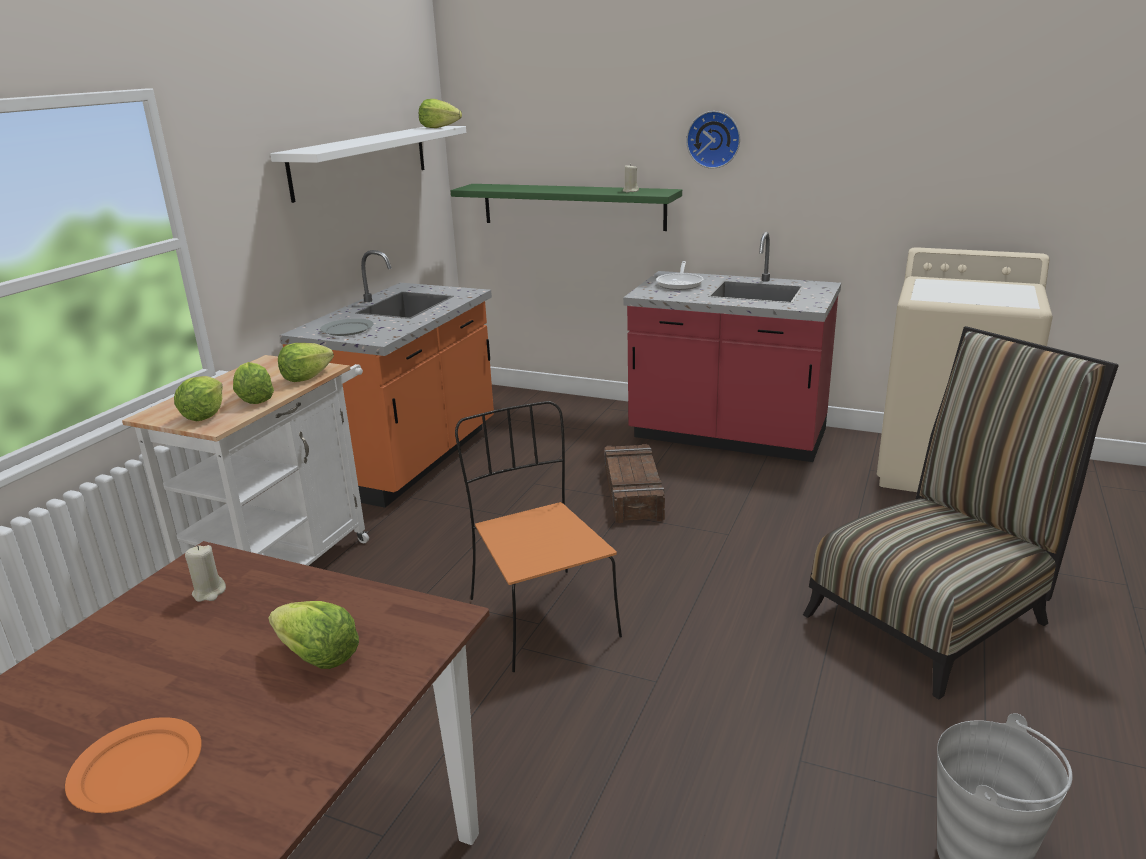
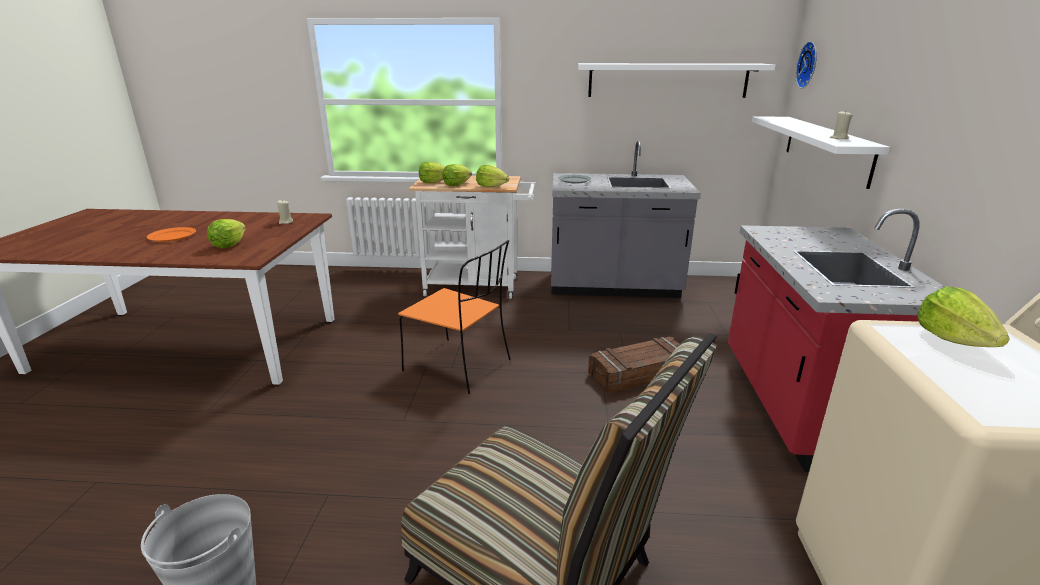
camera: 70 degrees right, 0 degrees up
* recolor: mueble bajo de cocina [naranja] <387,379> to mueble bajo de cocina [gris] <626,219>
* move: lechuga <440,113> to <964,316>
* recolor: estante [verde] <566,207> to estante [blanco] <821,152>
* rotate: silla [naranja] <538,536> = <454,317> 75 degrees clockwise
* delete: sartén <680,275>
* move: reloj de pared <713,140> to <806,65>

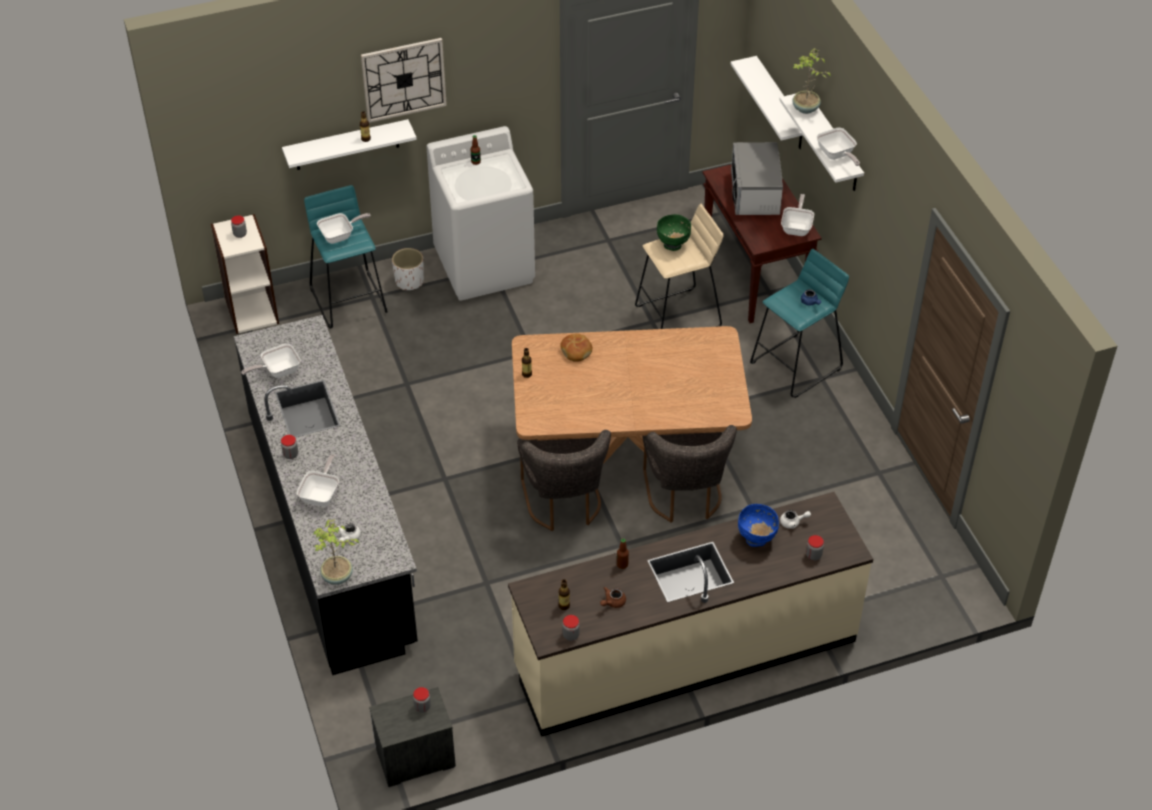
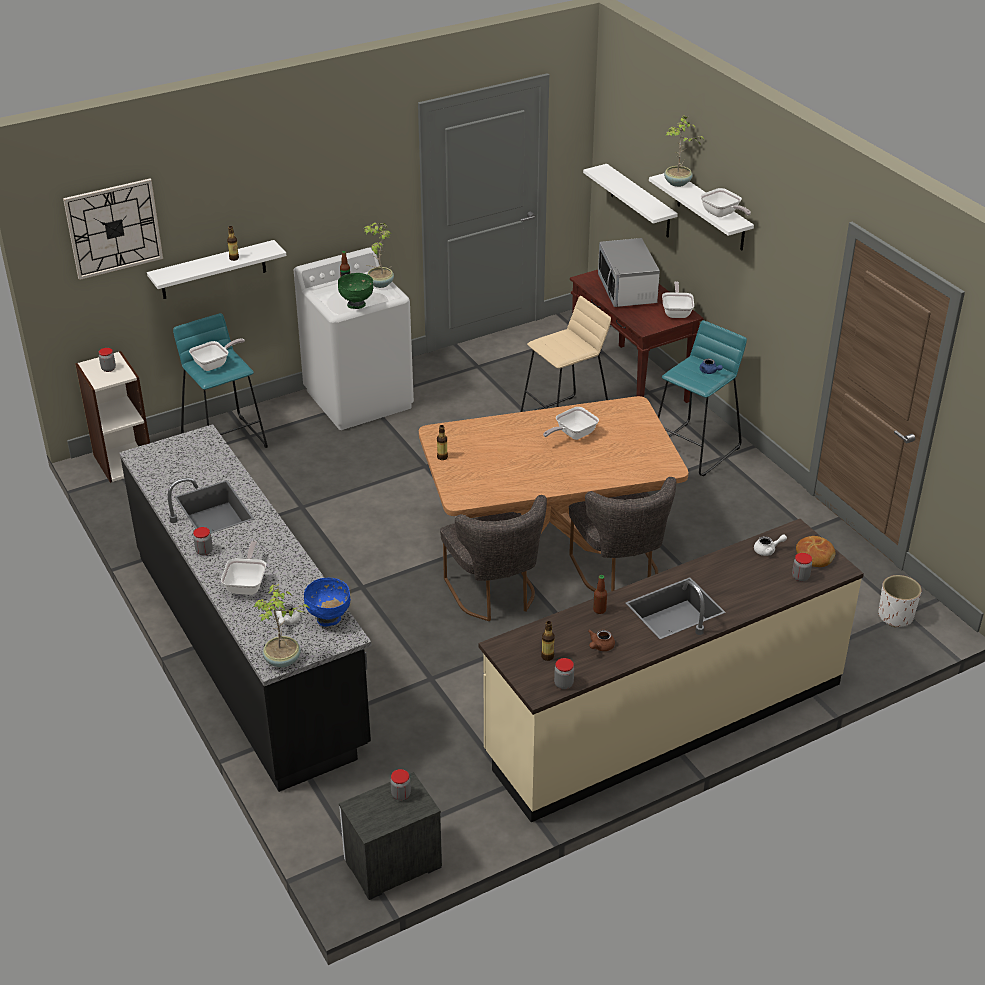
camera: 10 degrees left, 10 degrees down
* move: sartén <271,360> to <571,423>
* move: reloj de pared <404,80> to <113,229>
* move: maceta [blanco] <408,269> to <900,601>
* move: pan <576,348> to <816,551>
* move: cuenco [verde] <674,232> to <355,291>
* move: cuenco [azul] <758,525> to <327,602>
* insert: planta en maceta <379,255>

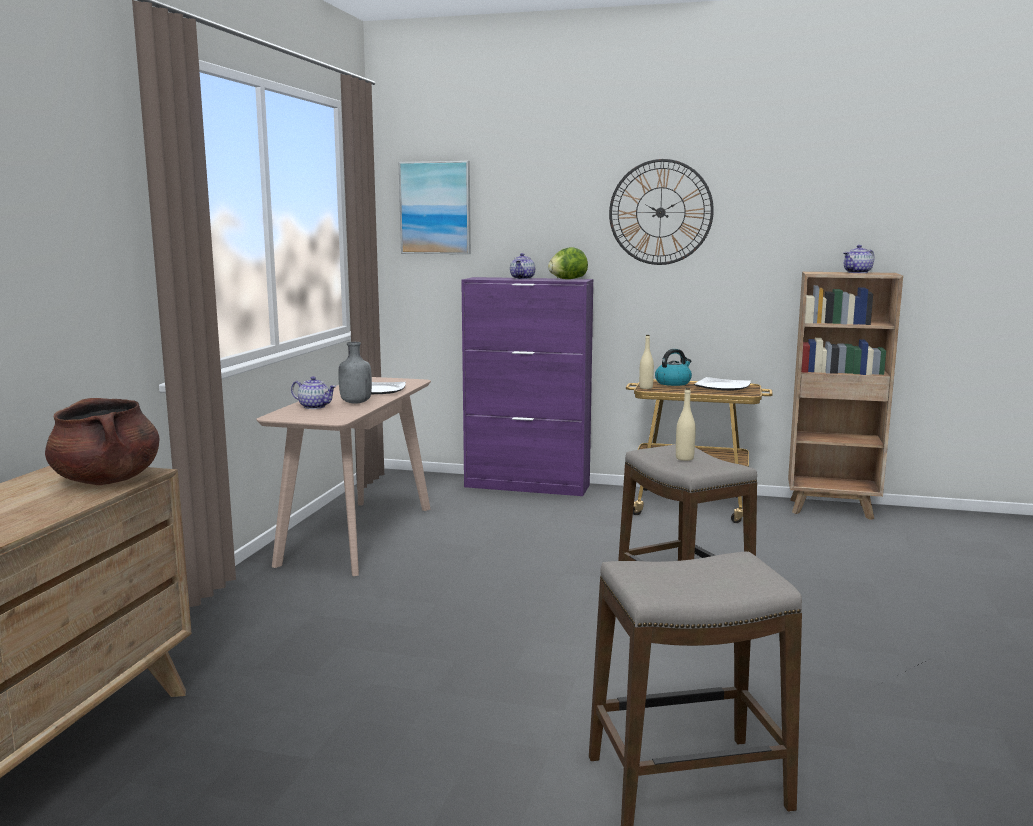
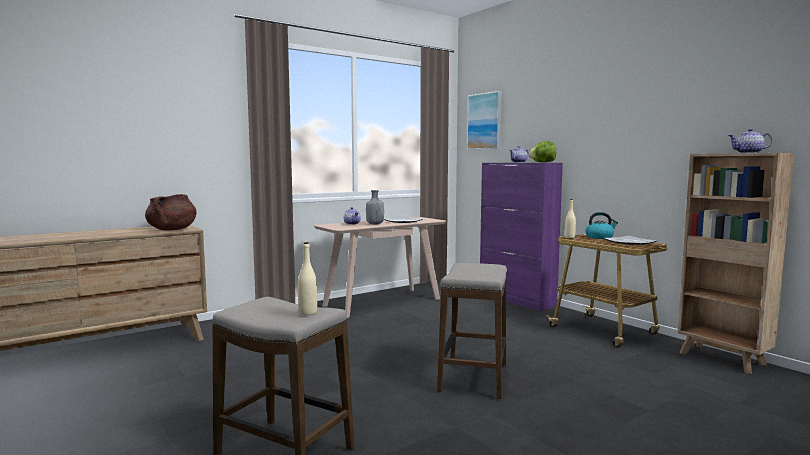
camera: 40 degrees right, 5 degrees down
* delete: reloj de pared <661,212>
* move: botella [beis] <686,424> to <307,278>

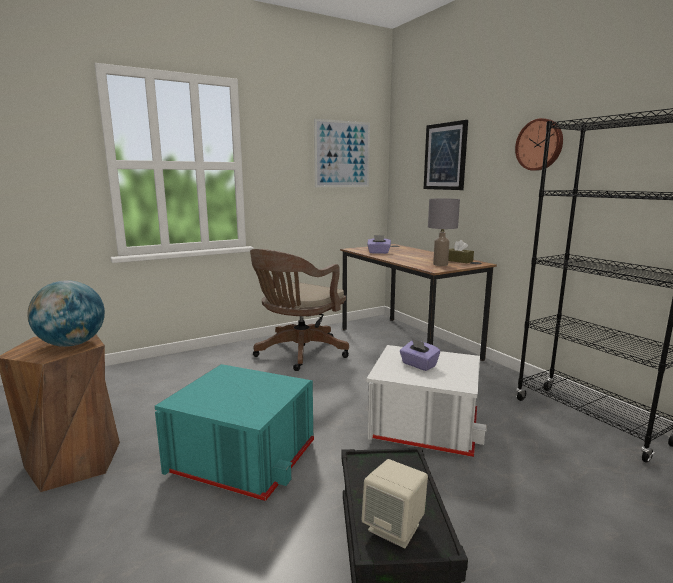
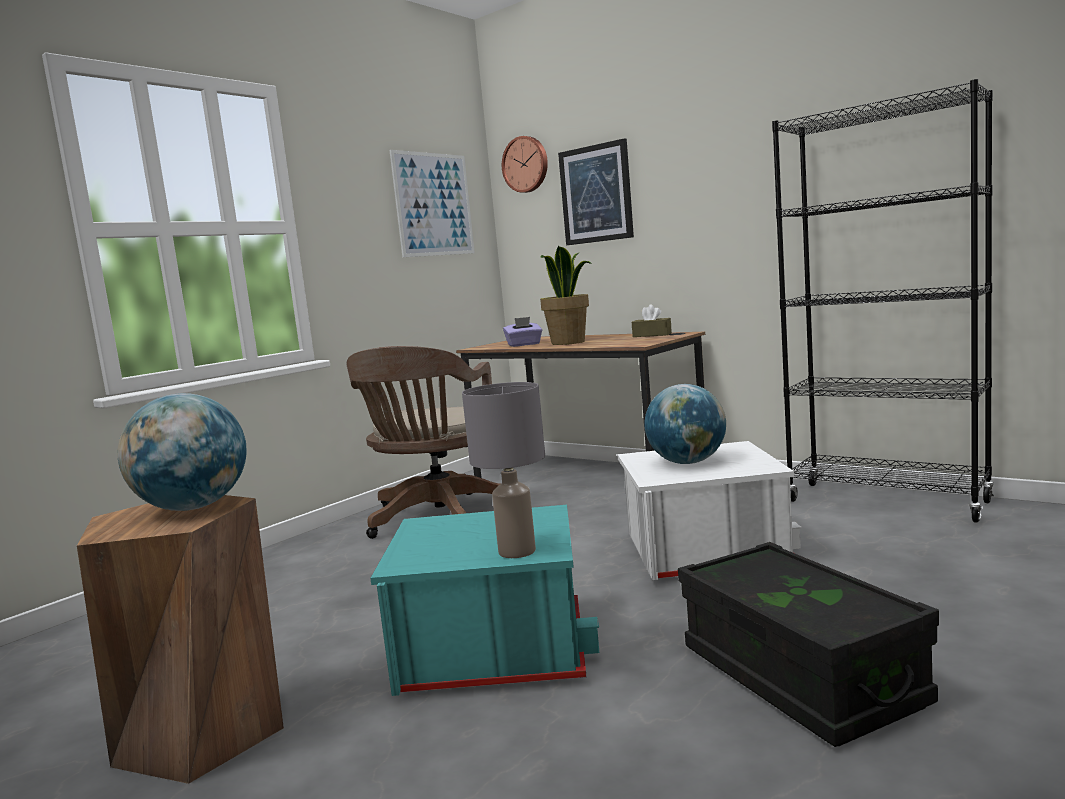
camera: 20 degrees left, 5 degrees down
* delete: altavoz [beis] <395,503>
* replace: caja de pañuelos [morado] <420,354> to globo terráqueo <685,424>
* move: lámpara de mesa [gris] <444,232> to <503,470>
* move: reloj de pared <539,144> to <525,164>
* insert: planta en maceta <566,295>

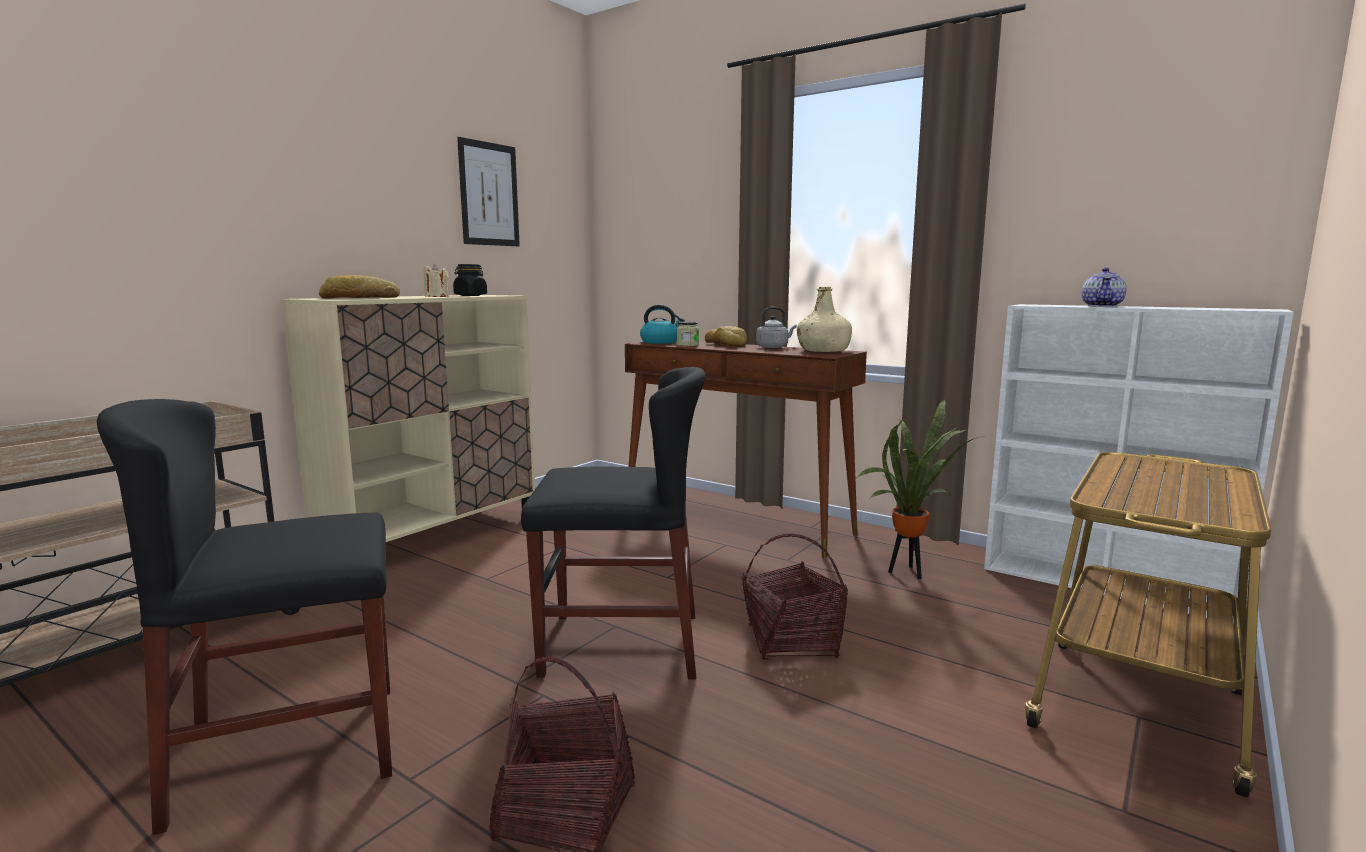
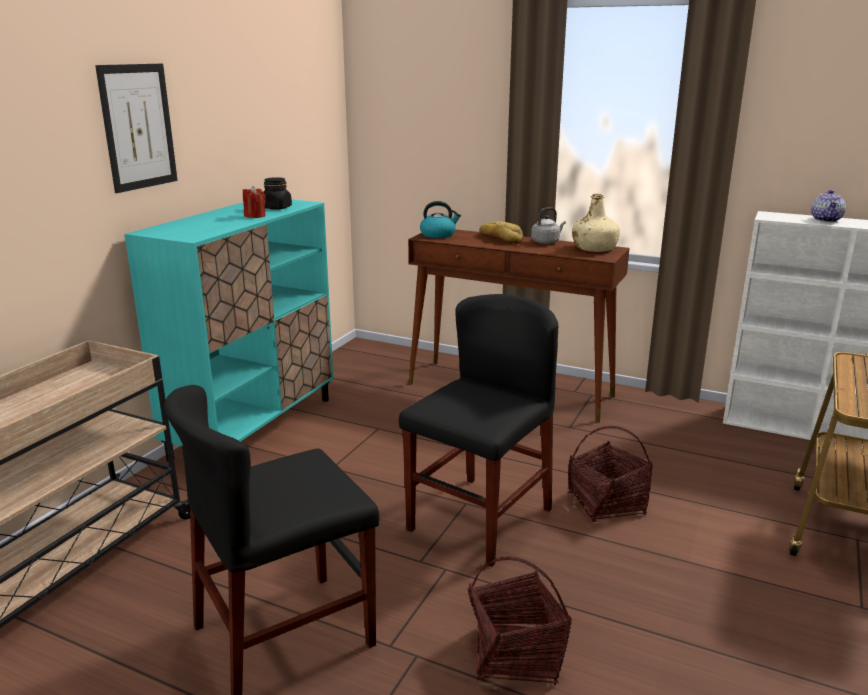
camera: 10 degrees left, 10 degrees up
* recolor: armario [beis] <408,418> to armario [turquesa] <228,331>
* delete: pan <359,287>
* recolor: vela [beis] <436,280> to vela [rojo] <254,202>
* move: cuadro <488,191> to <136,128>
* rotate: silla [negro] <613,523> = <478,430> 45 degrees counterclockwise
* delete: tarro <688,334>
* delete: planta en maceta <921,489>

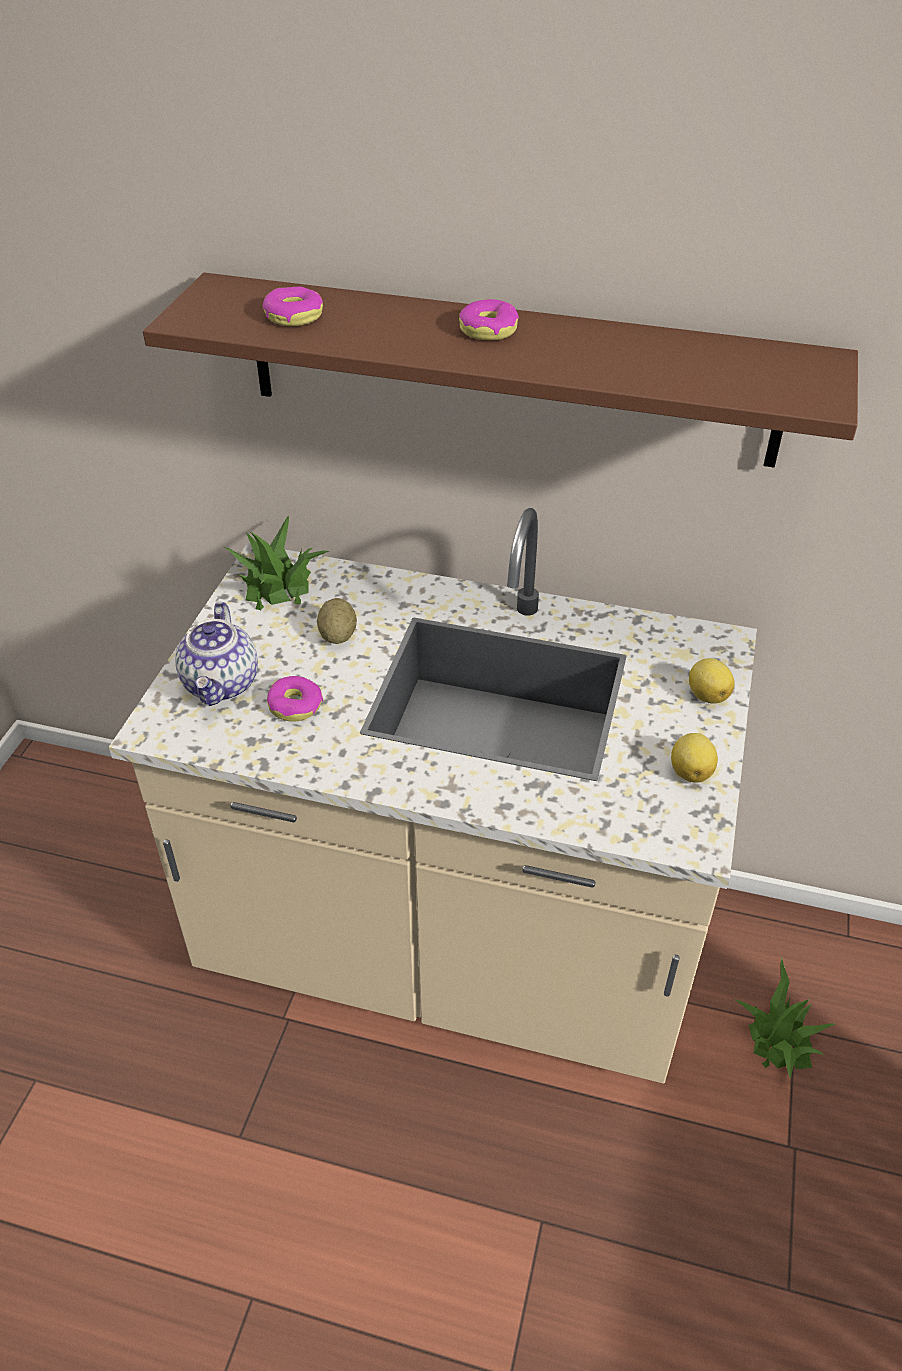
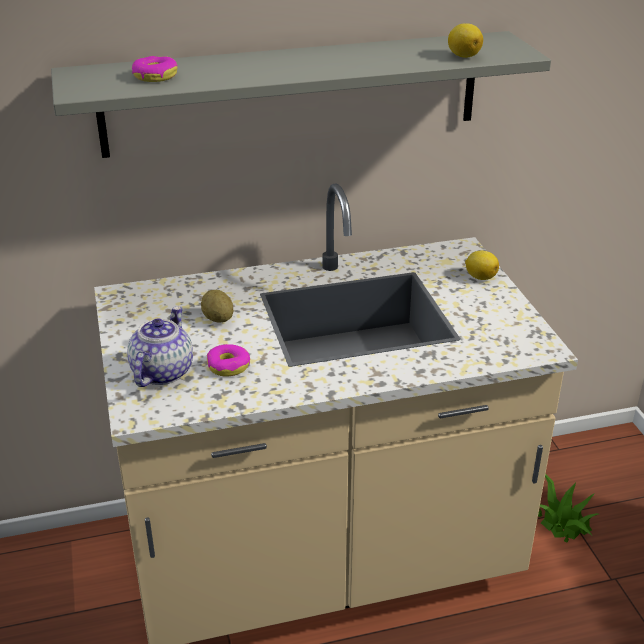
camera: 30 degrees left, 10 degrees down
* recolor: estante [marrón] <500,370> to estante [gris] <301,94>
* rotate: tetera <216,654> = <160,346> 135 degrees counterclockwise
* delete: planta en maceta <276,562>
* delete: rosquilla <489,319>
* move: limón <694,758> to <465,40>

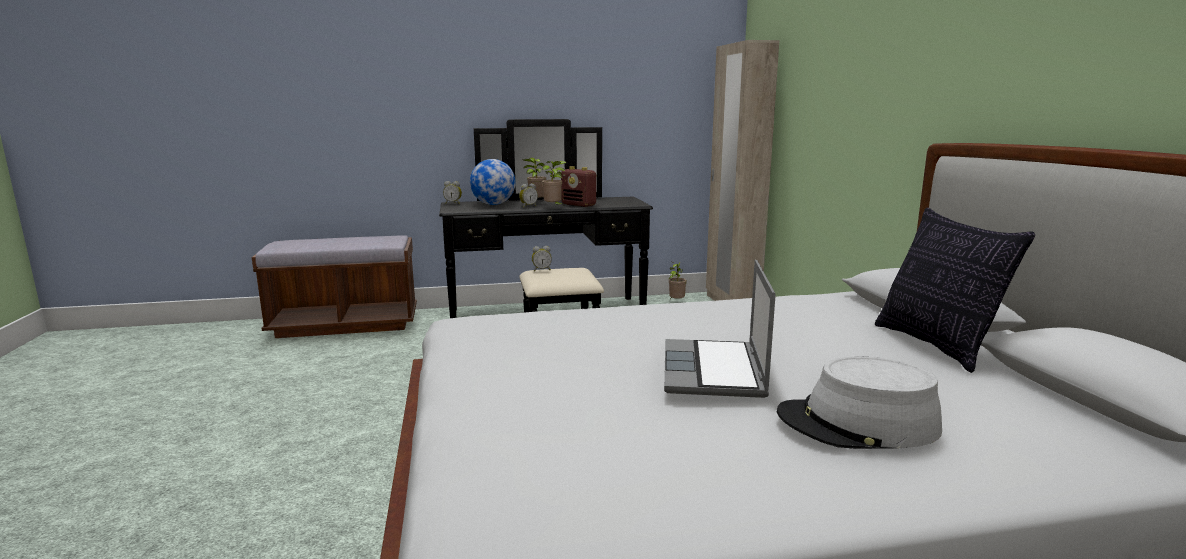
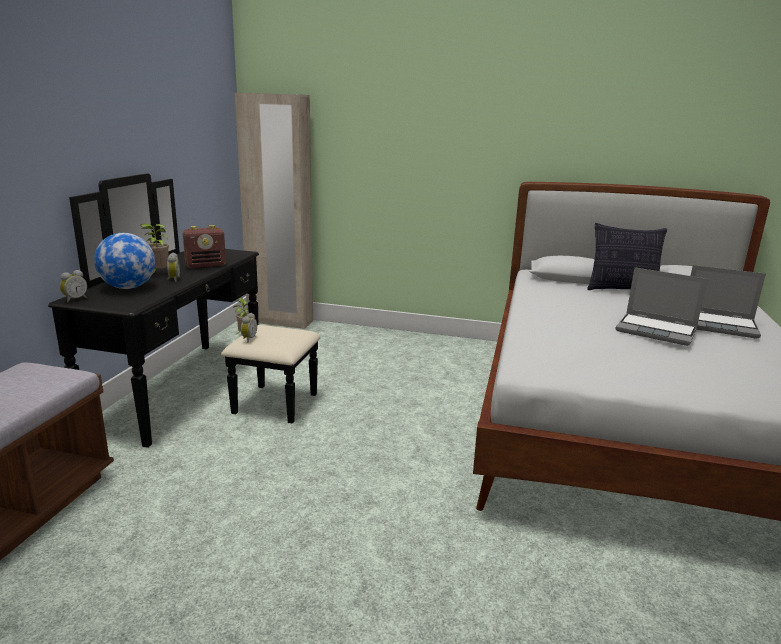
camera: 65 degrees left, 5 degrees up
* delete: planta en maceta <554,183>
* replace: sombrero [gris] <859,403> to portátil <728,302>

